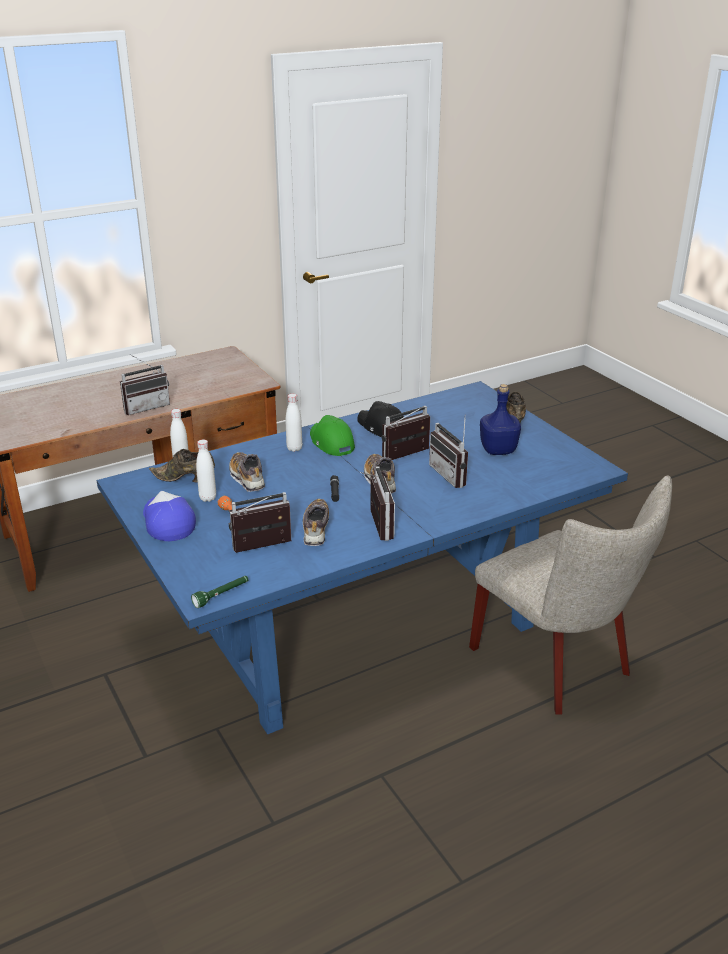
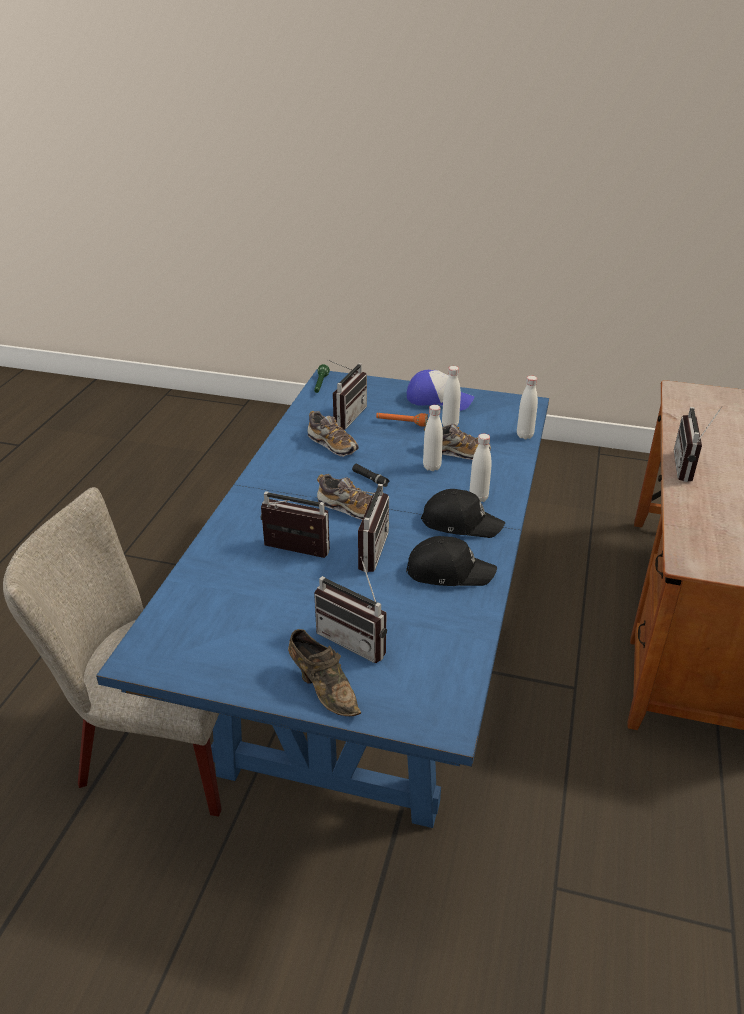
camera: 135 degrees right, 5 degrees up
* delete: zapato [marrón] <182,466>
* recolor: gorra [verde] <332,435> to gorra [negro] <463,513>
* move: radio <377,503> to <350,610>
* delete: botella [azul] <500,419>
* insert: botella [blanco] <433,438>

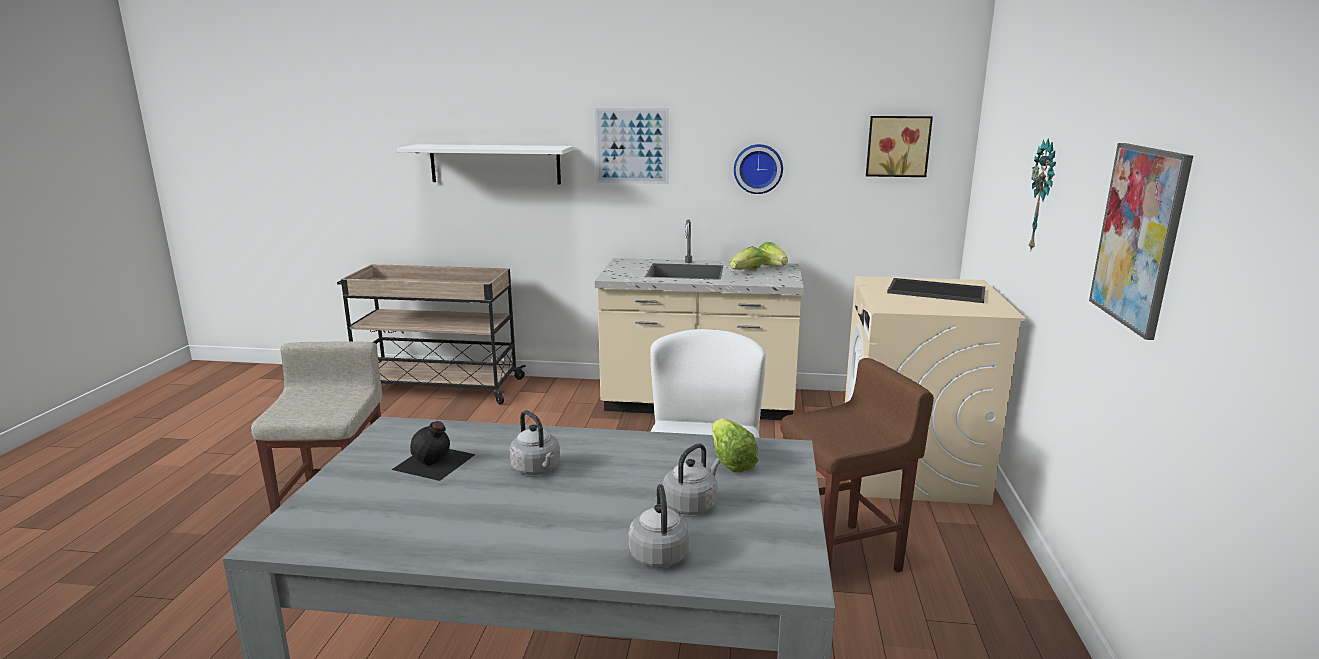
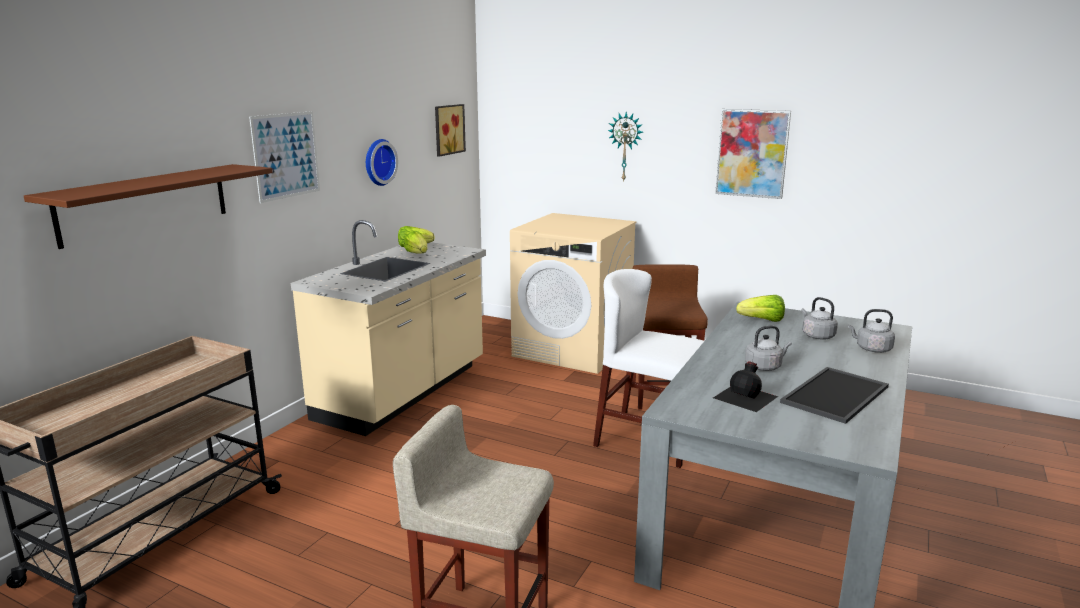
camera: 70 degrees left, 0 degrees up
* recolor: estante [blanco] <485,164> to estante [marrón] <148,206>
* move: bandeja <936,290> to <834,395>

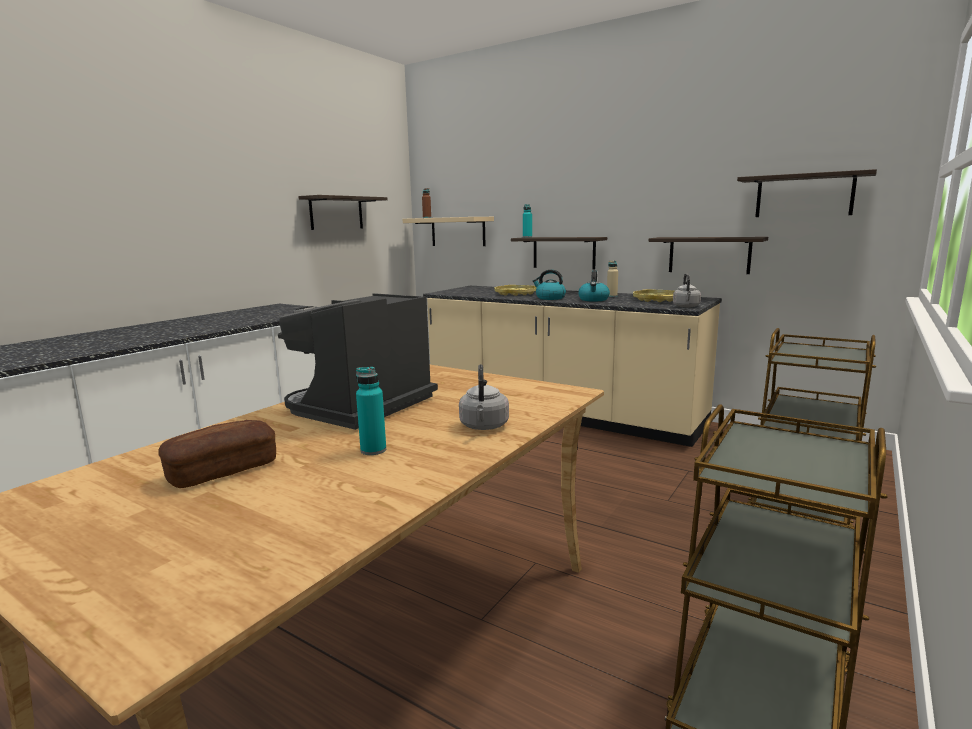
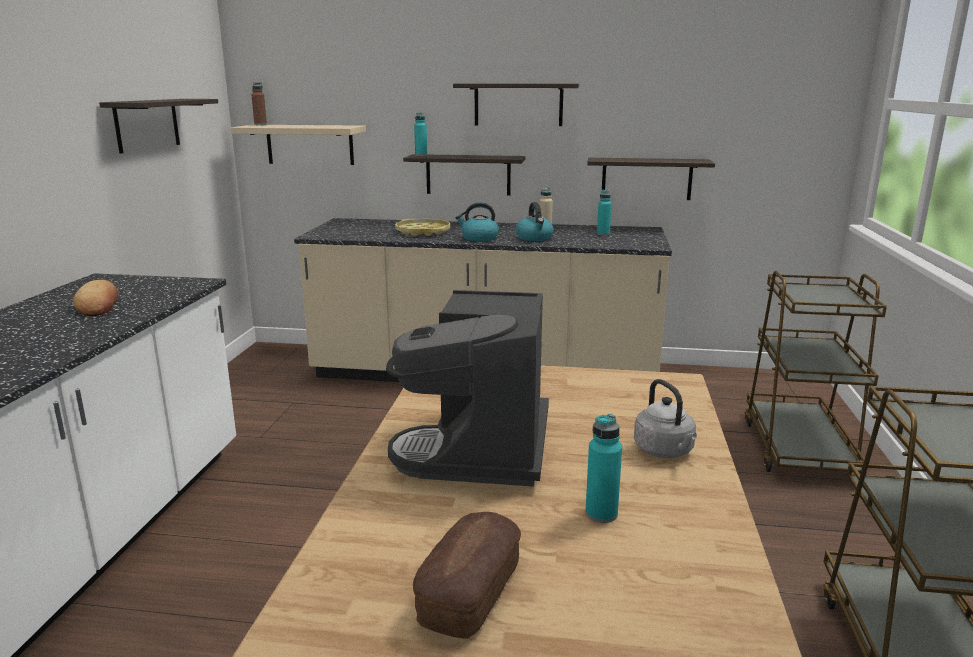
camera: 25 degrees left, 5 degrees up
* replace: bandeja [amarillo] <653,295> to botella [turquesa] <604,213>
* delete: hervidor [gris] <687,291>
* move: estante <807,193> to <516,104>
* insert: pan <95,298>

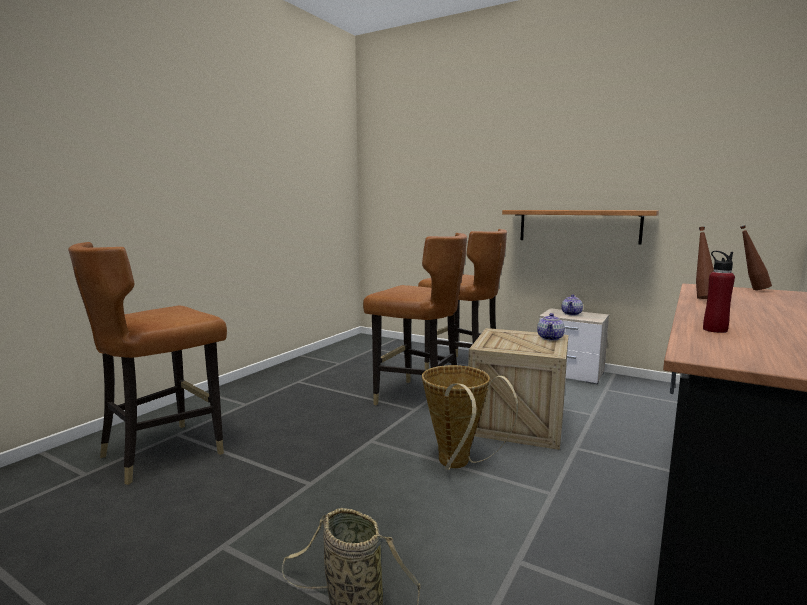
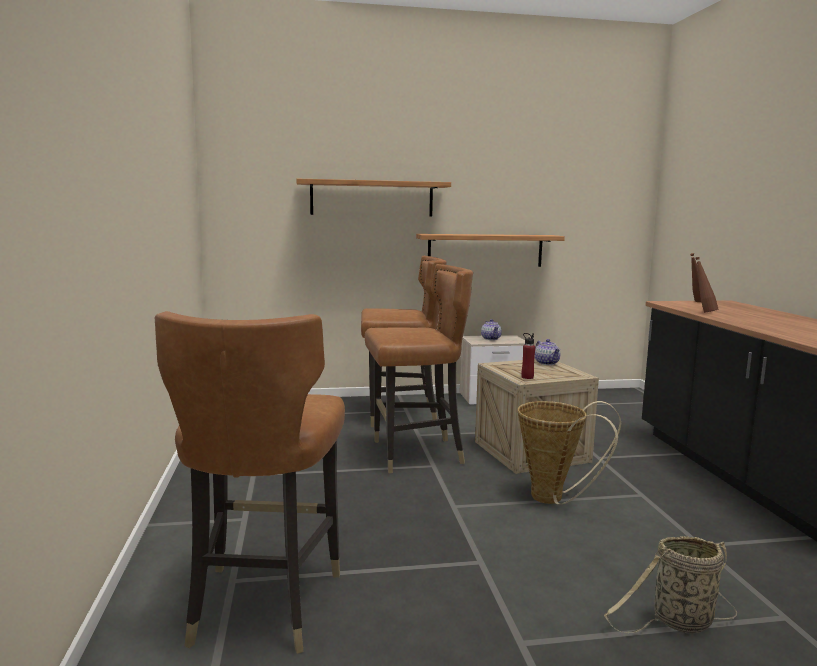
camera: 40 degrees left, 0 degrees up
* move: botella [rojo] <719,292> to <528,356>
* insert: estante <373,198>

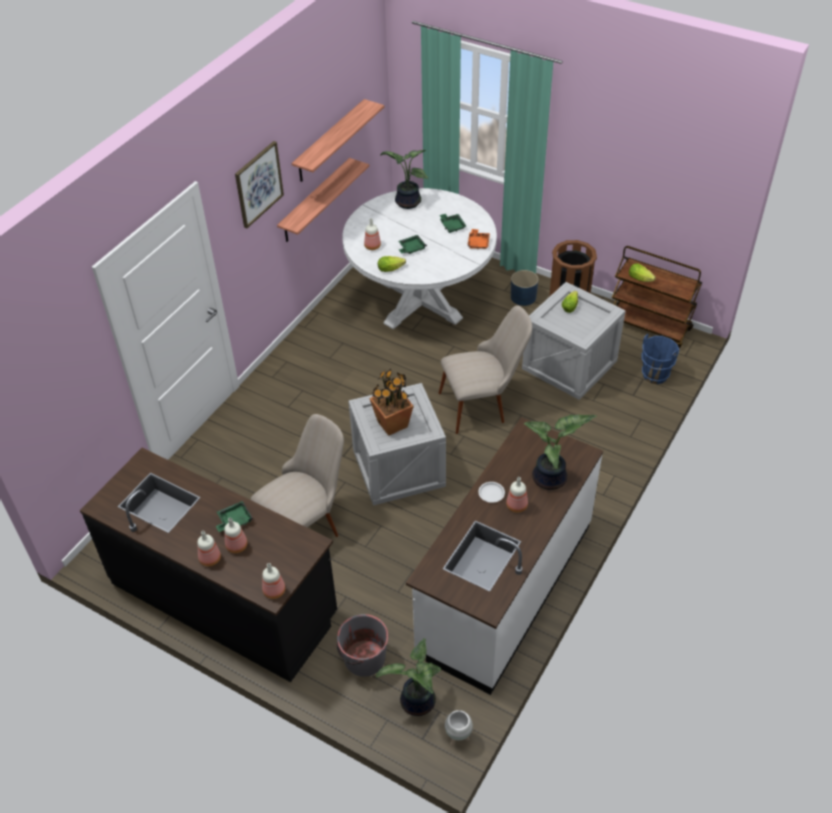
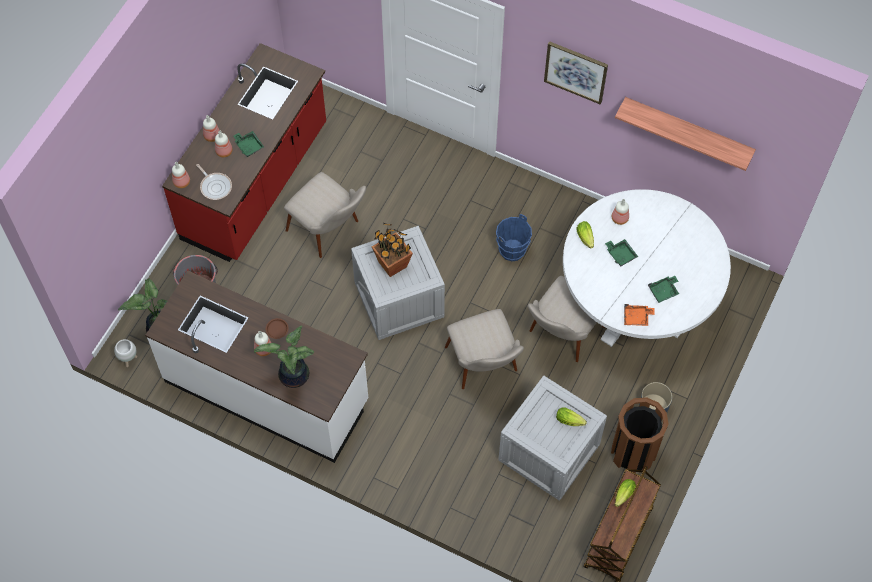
camera: 85 degrees right, 15 degrees up
* recolor: mueble bajo de cocina [negro] <208,565> to mueble bajo de cocina [rojo] <244,152>
* delete: estante <323,200>
* delete: planta en maceta <404,179>
* recolor: plato [blanco] <491,492> to plato [marrón] <277,328>
* move: cubo [azul] <660,359> to <514,237>
* insert: sartén <214,182>
* insert: silla [beis] <566,319>

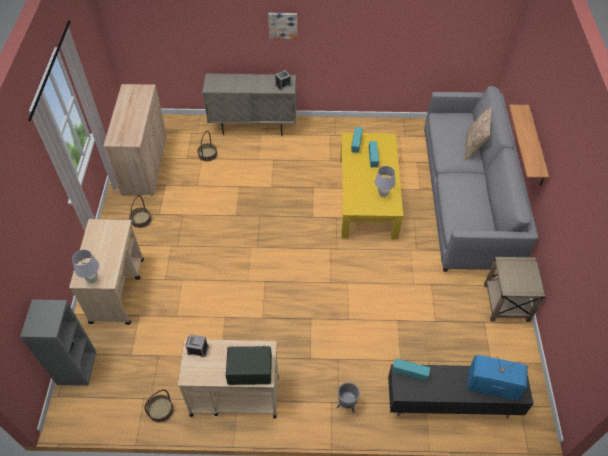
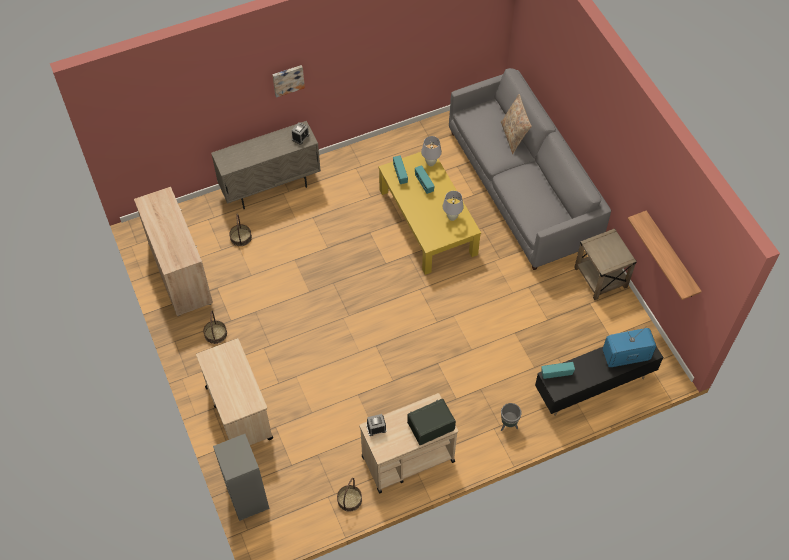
camera: 25 degrees left, 5 degrees up
* move: lámpara de mesa [blanco] <85,266> to <431,151>
* move: estante <529,145> to <664,255>

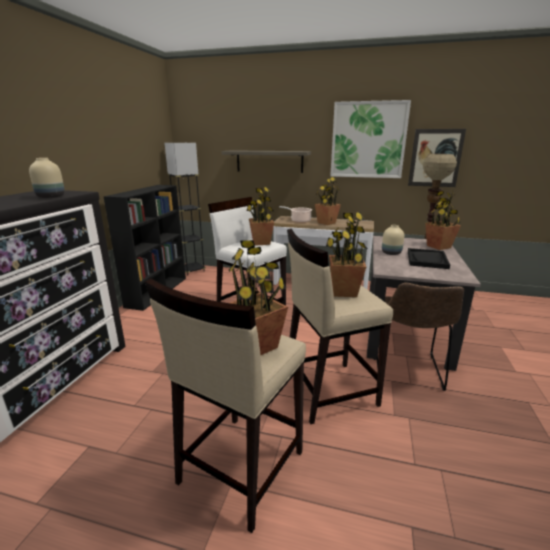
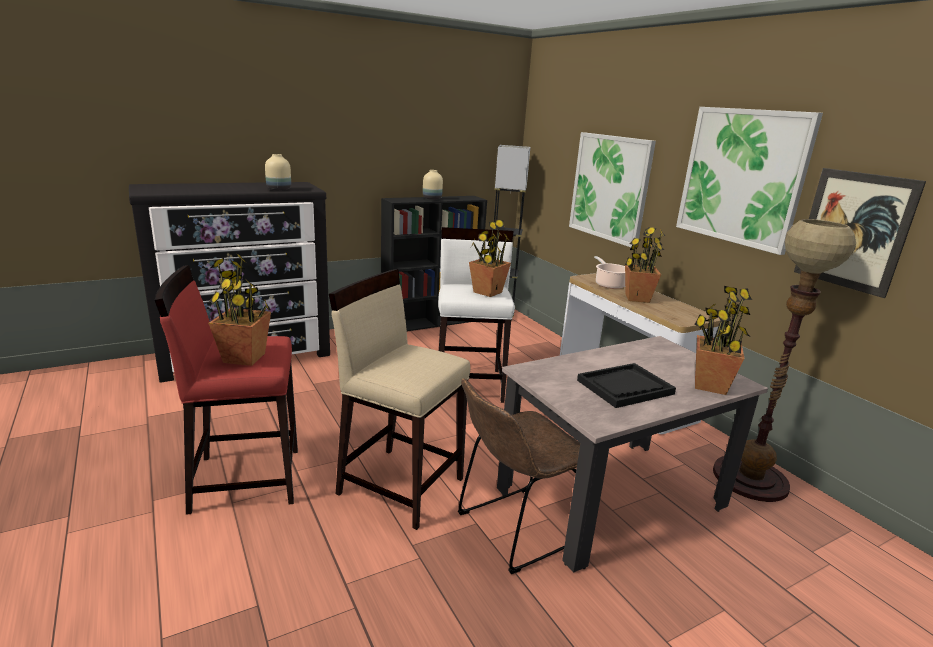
camera: 45 degrees right, 0 degrees up
* recolor: taburete [beis] <225,405> to taburete [rojo] <226,390>
* replace: estante <266,161> to cuadro <612,189>
* delete: planta en maceta <346,254>
* move: florero [beis] <393,240> to <433,185>

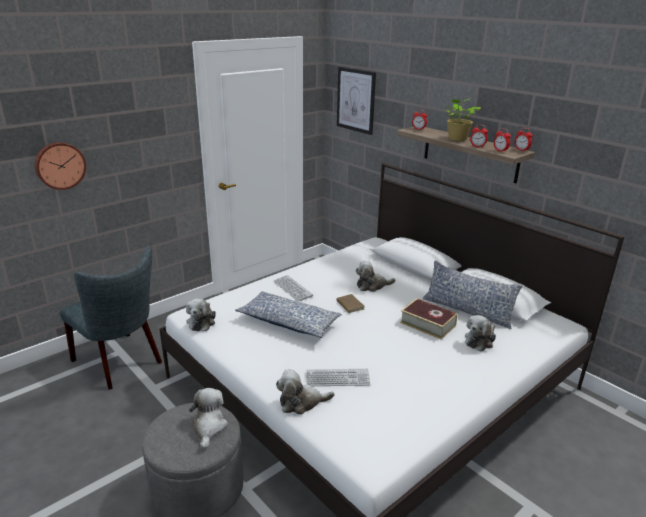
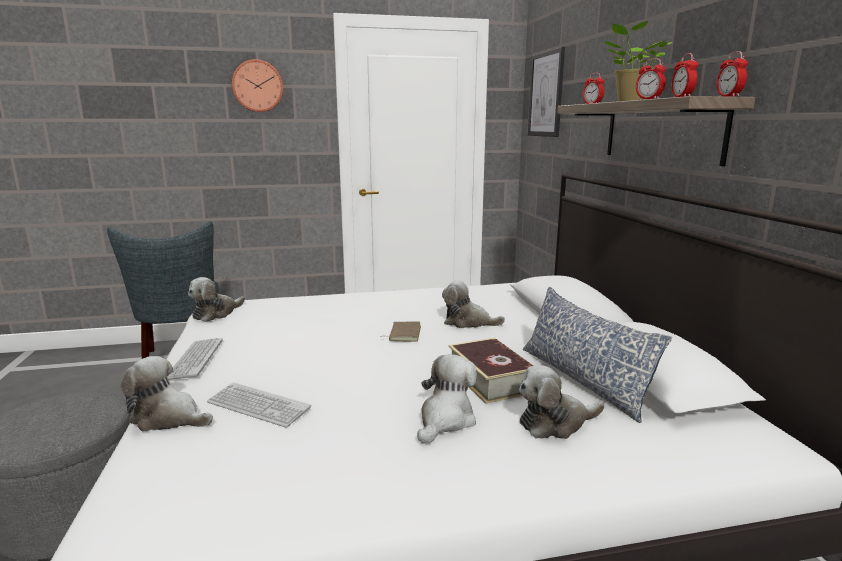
camera: 30 degrees right, 10 degrees down
* move: reloj de pared <60,166> to <258,85>
* move: peluche <208,419> to <447,399>
* delete: cojín <288,314>
* move: teclado <293,288> to <195,359>

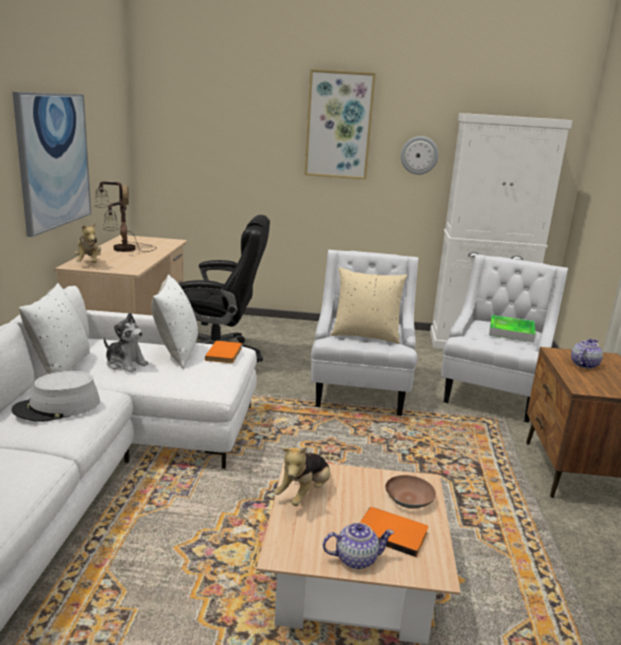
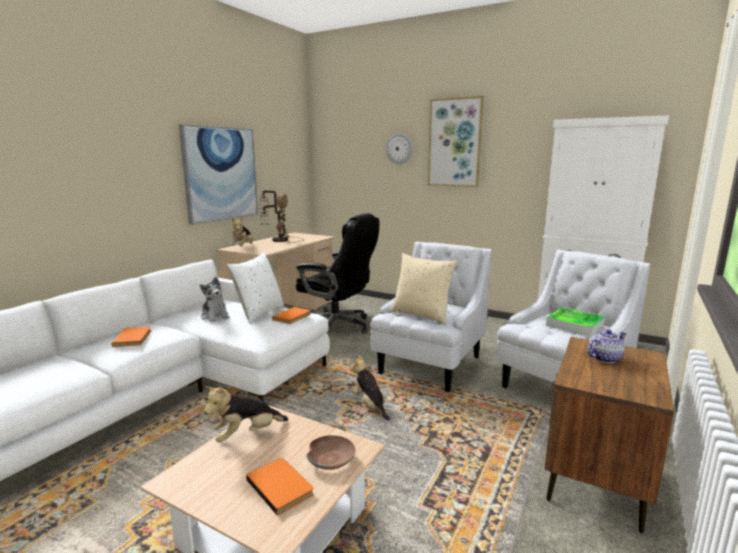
camera: 25 degrees right, 5 degrees down
* replace: sombrero [gris] <56,396> to libro [naranja] <131,336>
* delete: cojín [blanco] <54,328>
* delete: tetera <358,546>
* move: reloj de pared <420,155> to <399,149>
* insert: peluche <370,387>

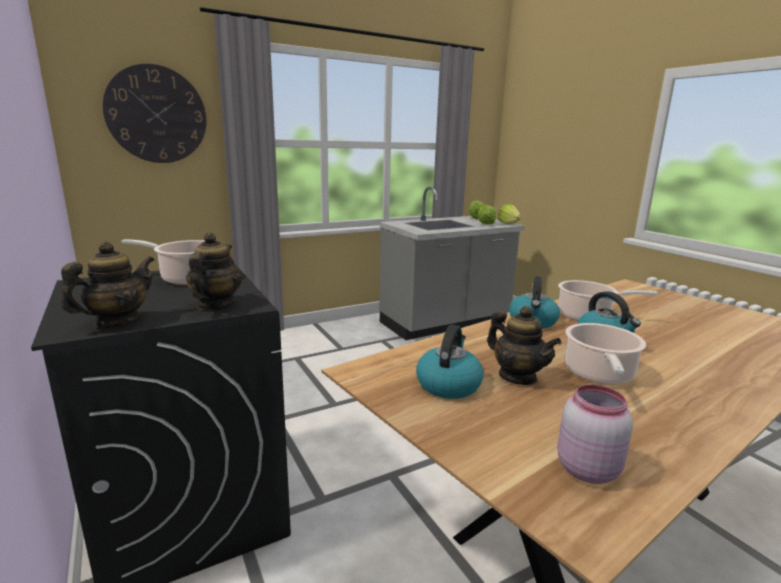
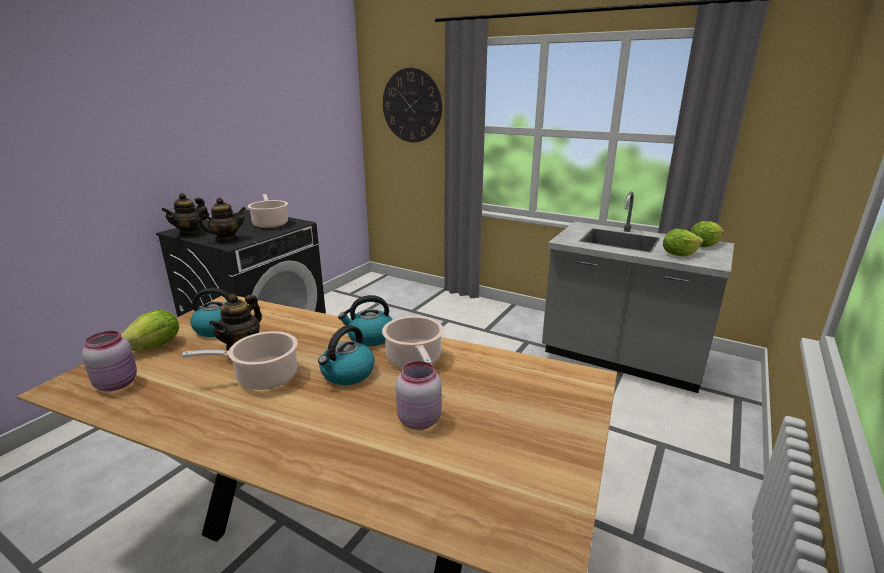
camera: 60 degrees right, 5 degrees up
* rotate: tetera <107,285> = <185,215> 120 degrees clockwise
* move: lechuga <509,214> to <150,330>
* insert: tarro [rosa] <419,395>

